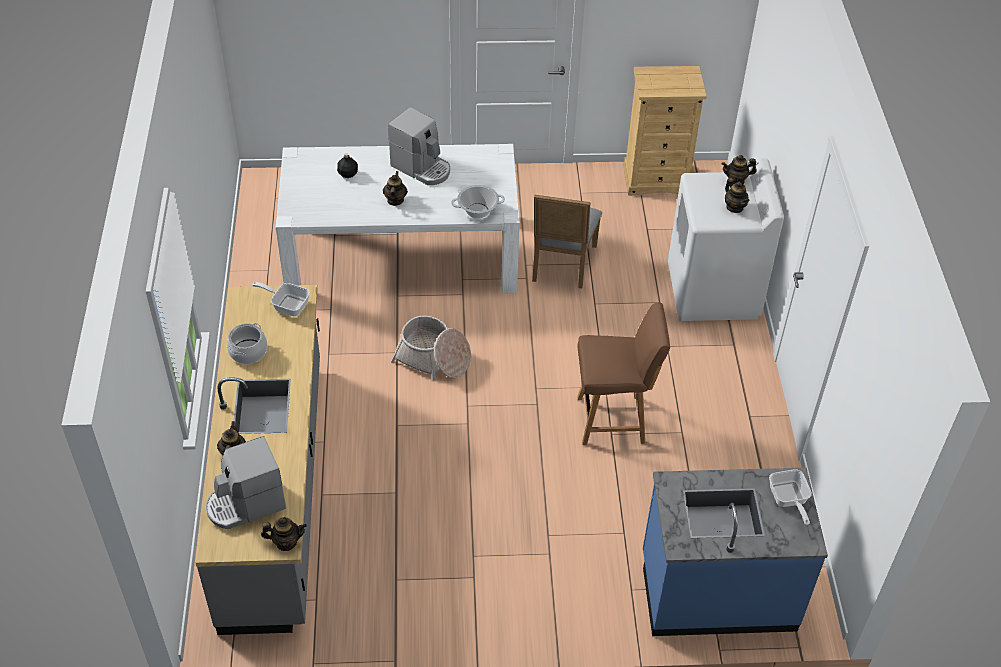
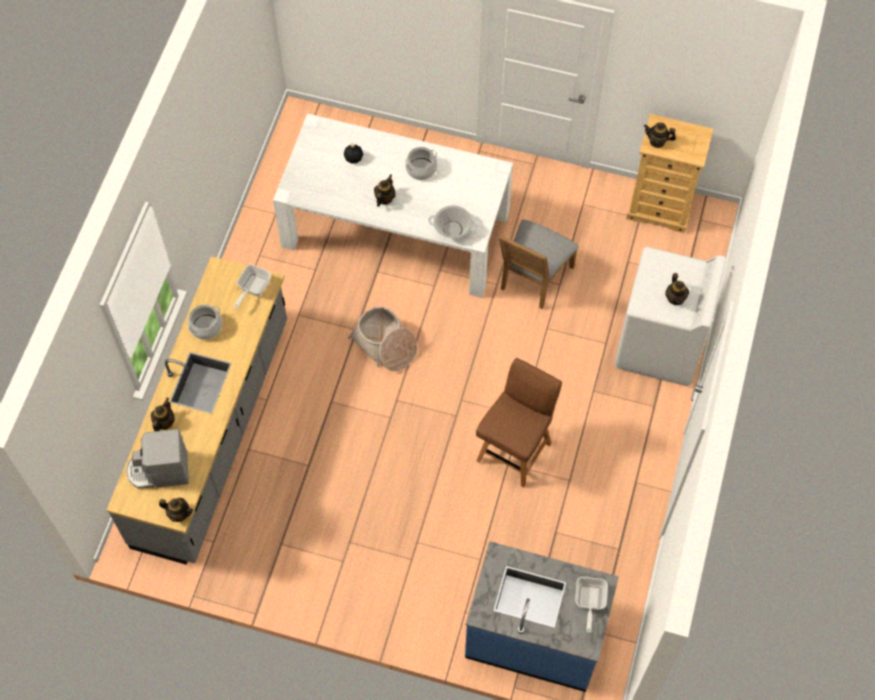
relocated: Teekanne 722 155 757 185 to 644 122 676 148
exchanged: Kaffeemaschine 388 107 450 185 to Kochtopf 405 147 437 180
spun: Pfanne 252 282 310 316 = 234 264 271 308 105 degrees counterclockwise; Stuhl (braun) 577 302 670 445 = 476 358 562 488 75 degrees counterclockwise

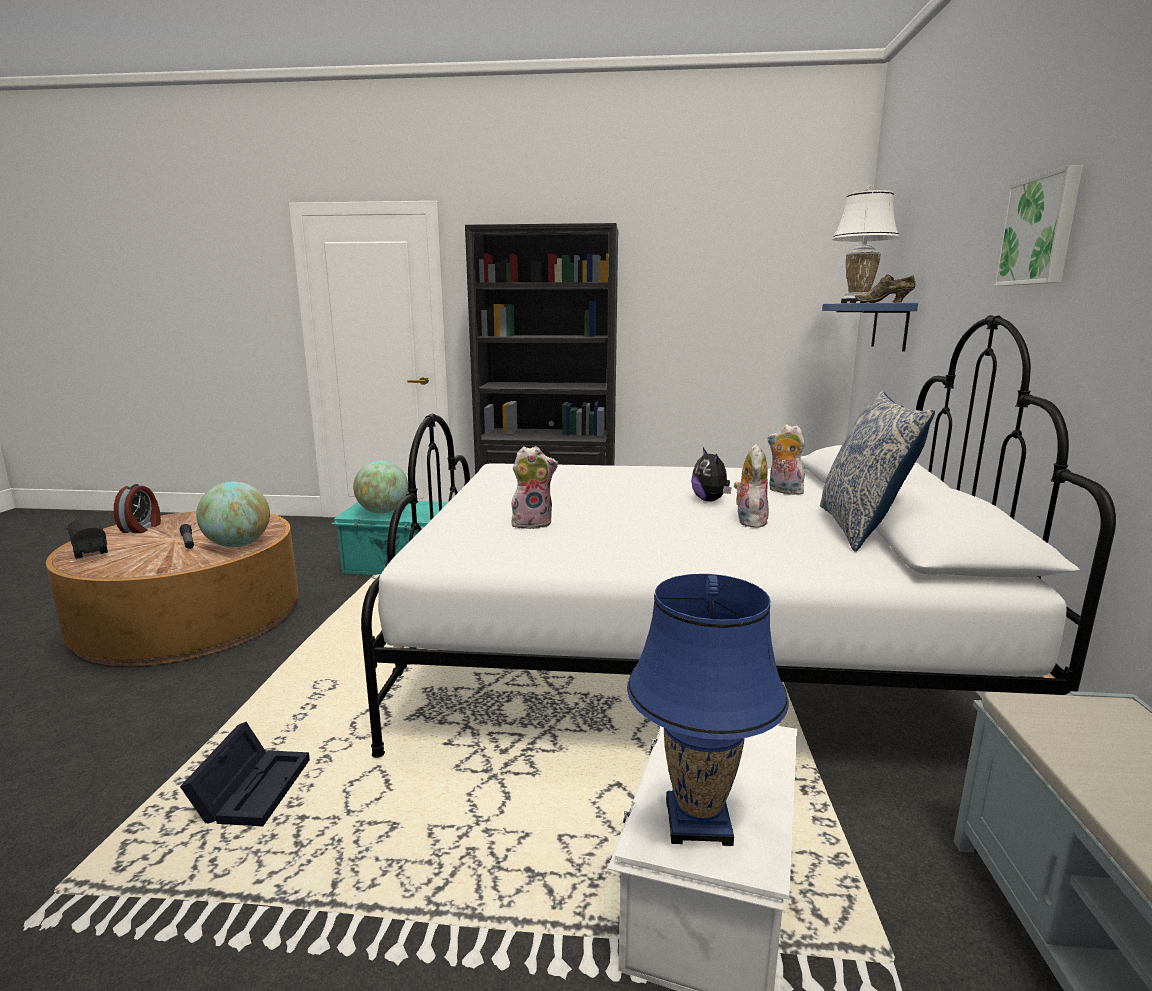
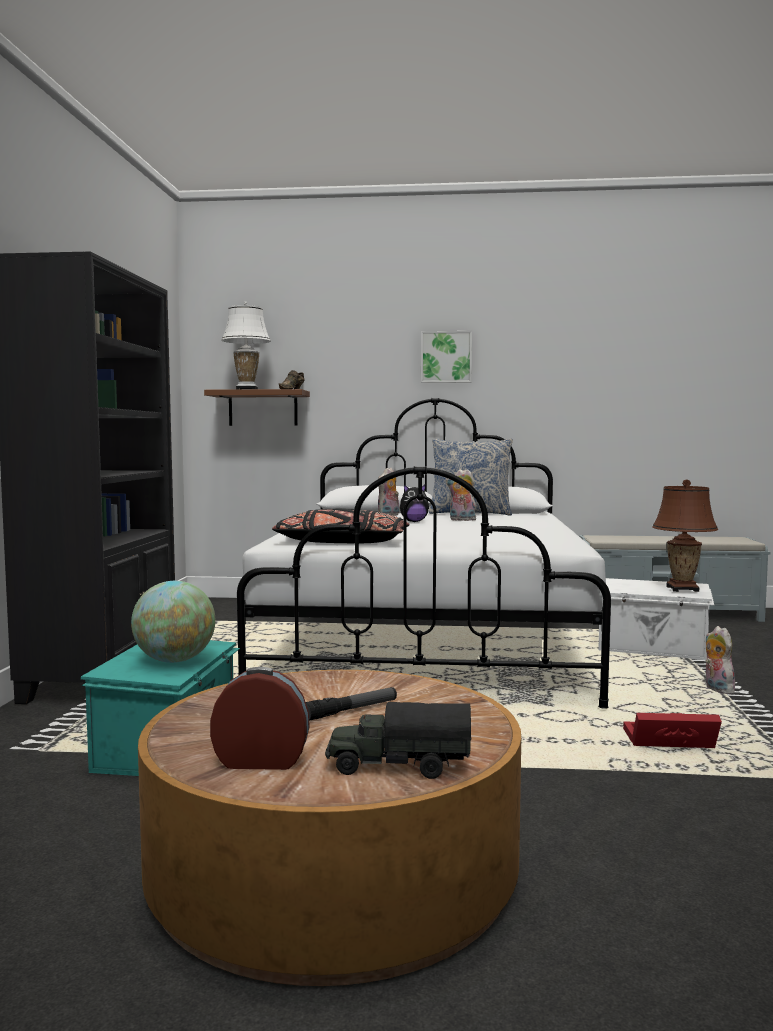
missing: Globus 196 482 270 547
appeared: Kissen (schwarz) 272 508 410 543
relocated: Plüschtier 511 446 558 530 to 705 626 735 694
colour: Aufbewahrungsbox (schwarz) 180 722 310 826 to Aufbewahrungsbox (rot) 623 713 722 748; Tischlampe (blau) 627 574 789 846 to Tischlampe (braun) 652 479 718 592; Wandregal (blau) 822 303 918 352 to Wandregal (braun) 204 389 310 426
spun: Spielzeuglaster 66 518 108 559 = 325 702 472 779 45 degrees clockwise

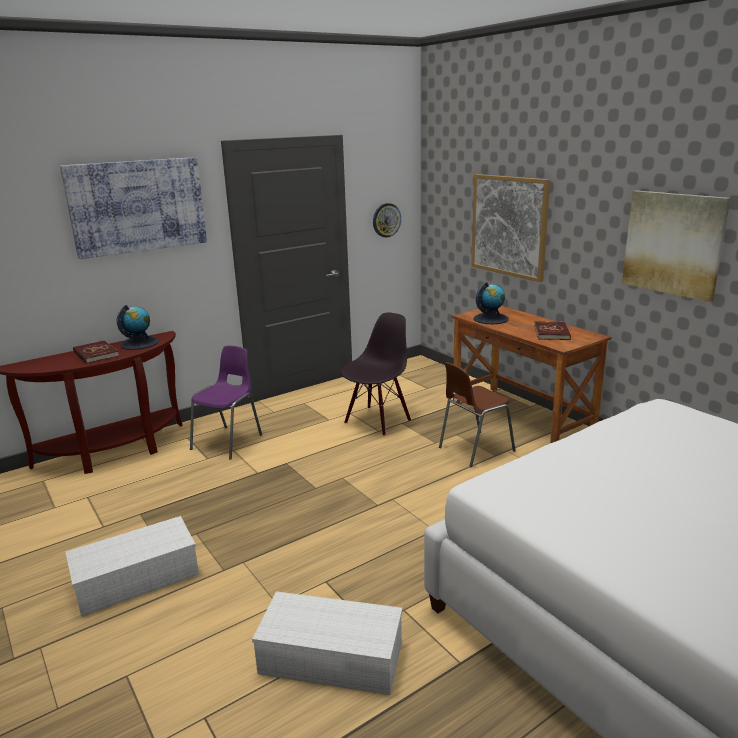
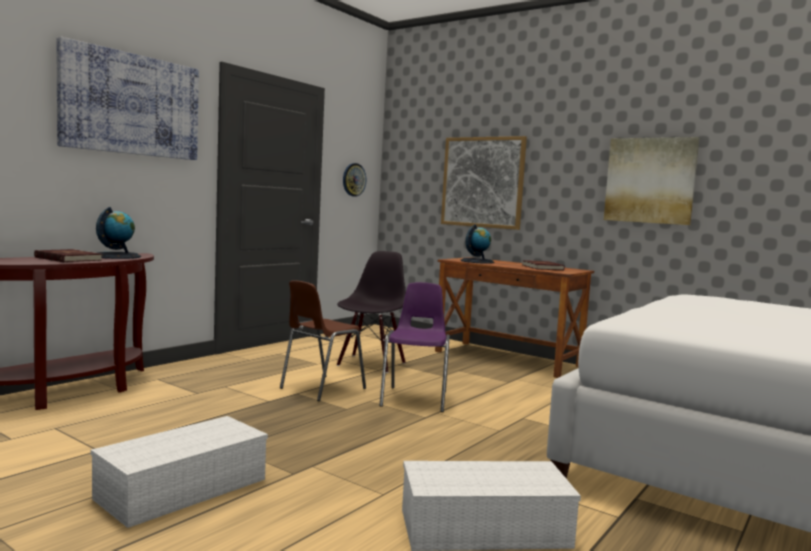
relocated: Stuhl (lila) 190 346 262 460 to 379 282 450 412; Stuhl (braun) 439 362 516 467 to 280 280 366 401

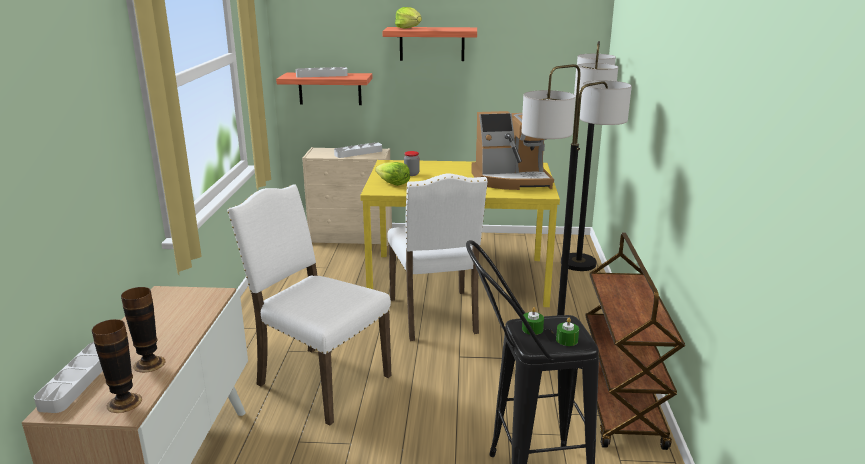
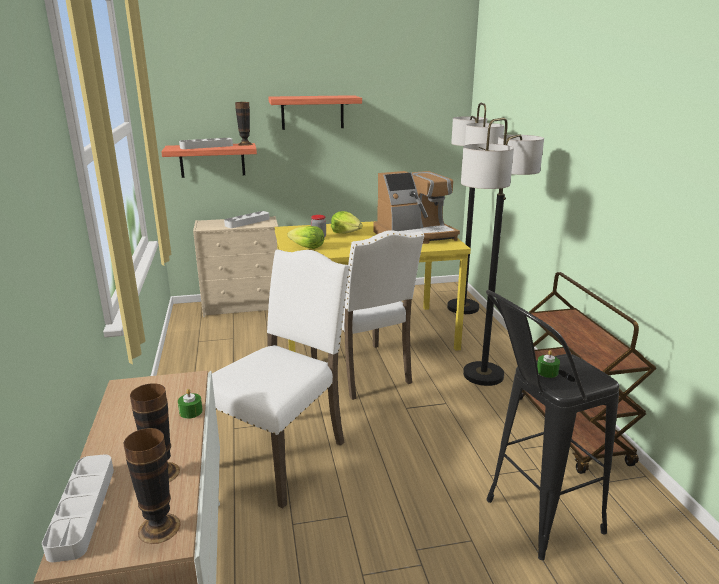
appeared: Vase 235 102 253 146
relocated: Salatkopf 395 7 422 29 to 331 211 362 234; Kerze (grün) 556 317 579 346 to 178 389 203 419
spun: Stuhl (weiß) 227 184 392 425 = 212 249 350 508 105 degrees clockwise

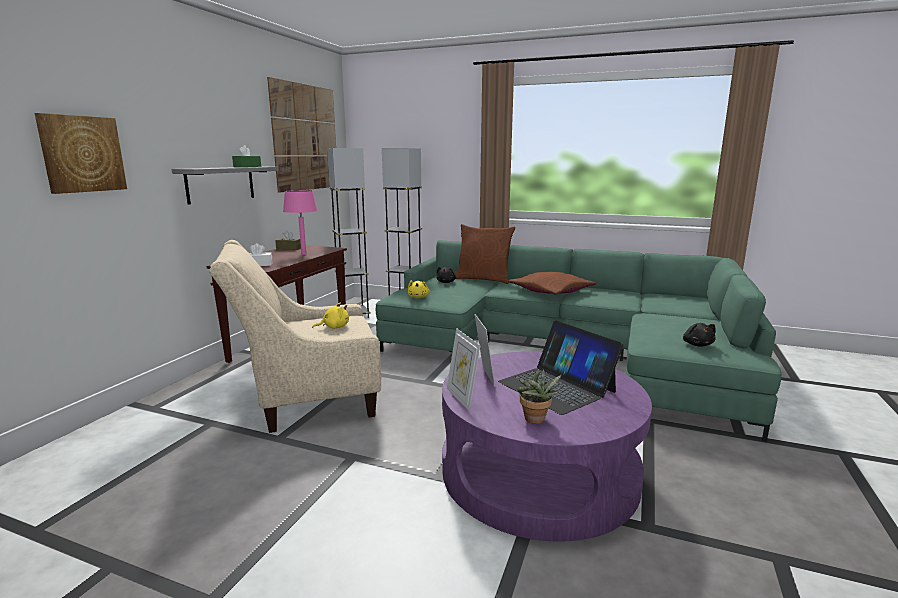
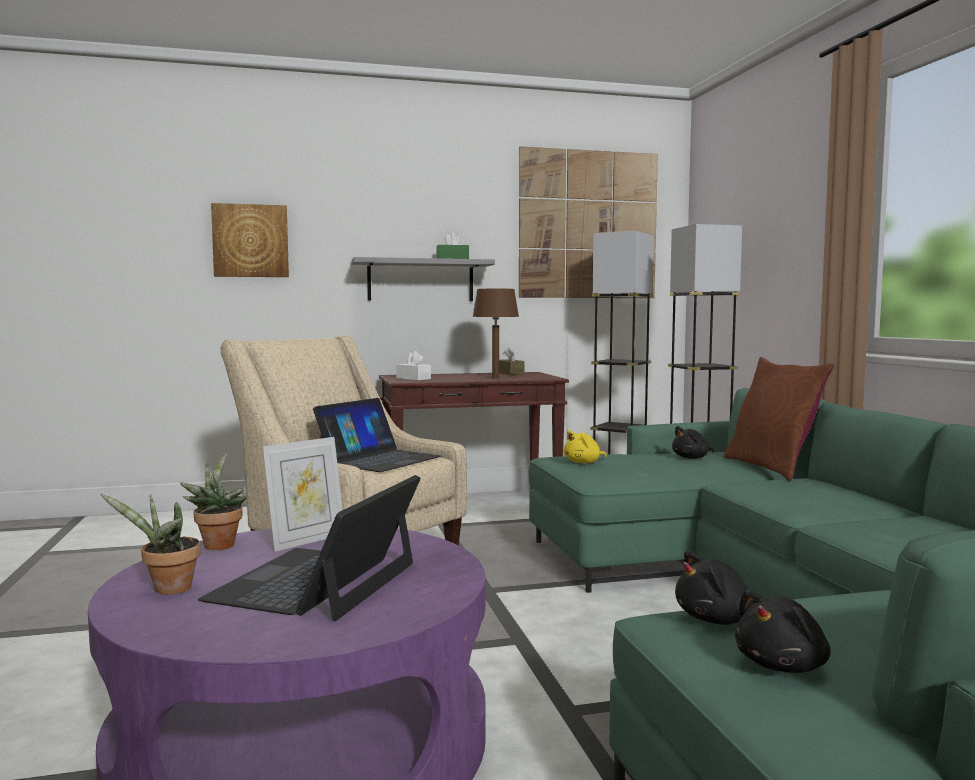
missing: Kissen (braun) 508 271 596 295
appeared: Plüschtier (schwarz) 675 550 765 625
exchanged: Plüschtier (gelb) 312 302 349 329 to Laptop 313 398 441 472; Bilderrahmen 447 328 481 411 to Topfpflanze 180 453 247 550
colour: Tischlampe (rosa) 283 190 318 255 to Tischlampe (braun) 472 289 519 378

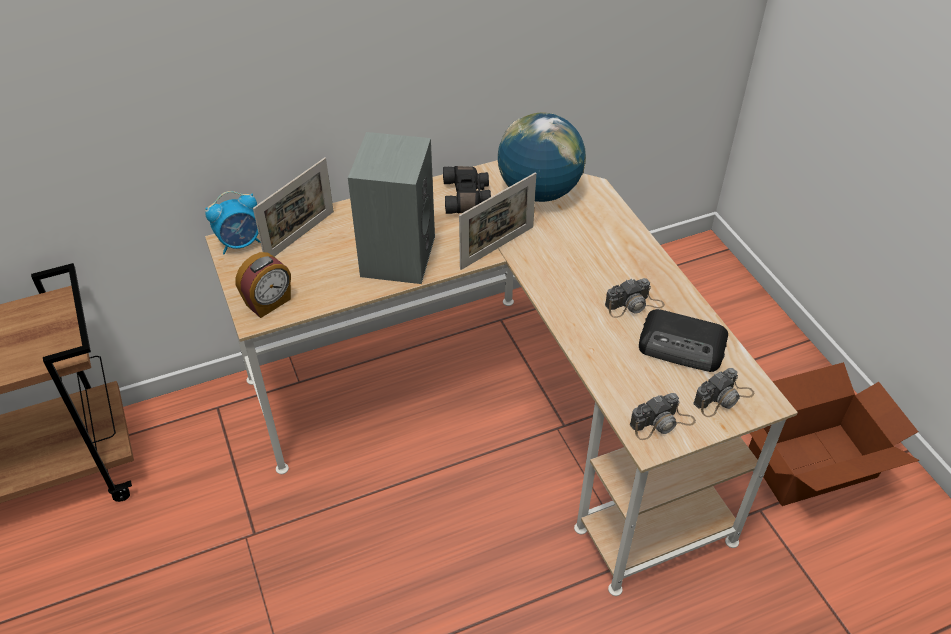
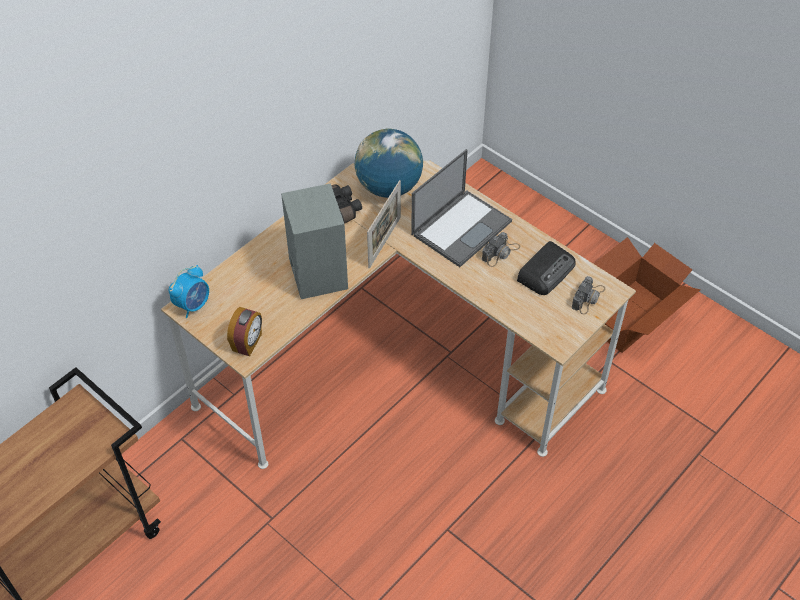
missing: Bilderrahmen 253 158 334 257; Kamera 630 393 696 440
appeared: Laptop 411 149 512 267
spun: Radio 639 309 728 372 = 517 241 576 295 45 degrees counterclockwise

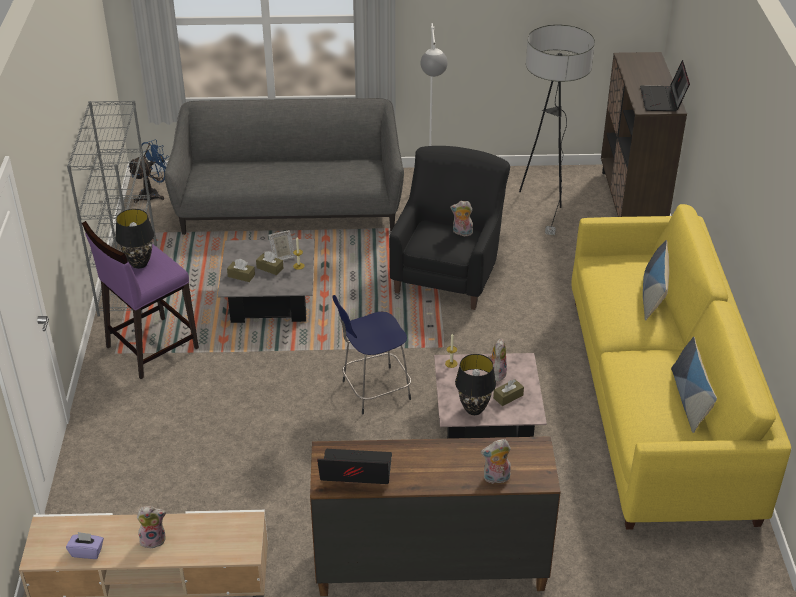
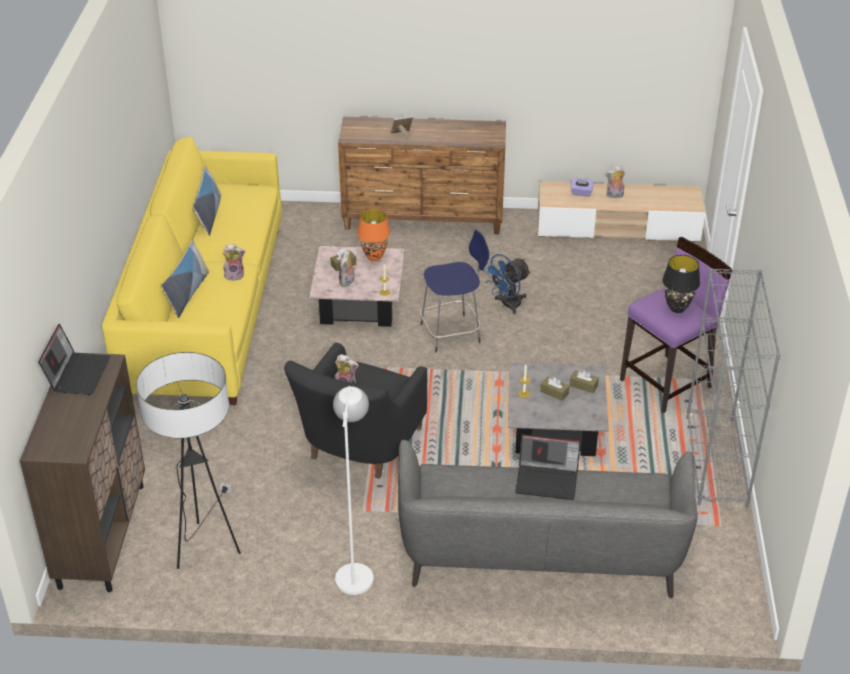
relocated: Taschentuchbox (lila) 66 532 104 559 to 571 178 594 197; Ventilator (blau) 129 140 170 203 to 483 254 531 314; Bilderrahmen 268 230 295 260 to 391 116 414 139; Laptop 317 449 392 484 to 515 434 581 500; Plüschtier 481 439 511 484 to 223 244 245 281
colour: Tischlampe (schwarz) 455 354 496 415 to Tischlampe (orange) 357 209 391 261

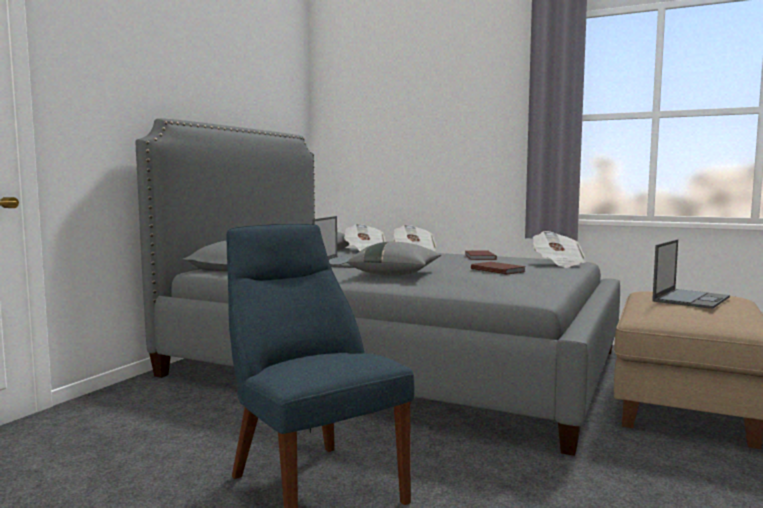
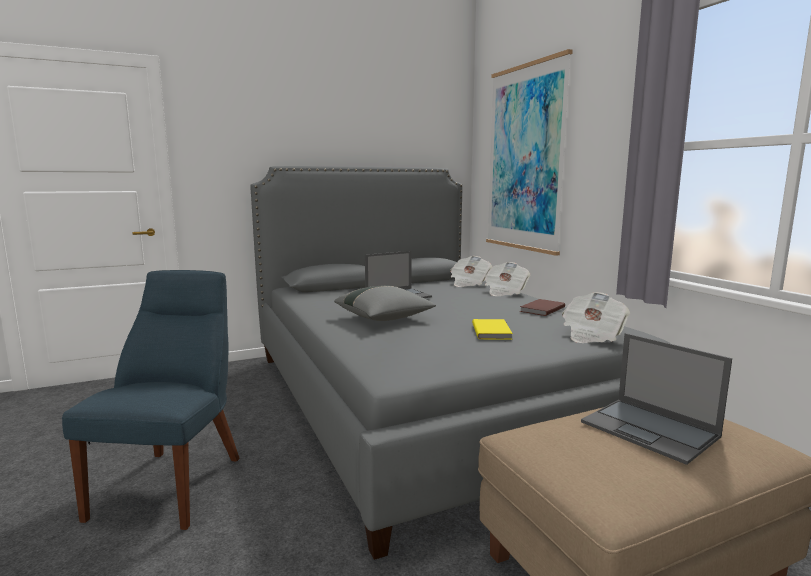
appeared: Bild 486 49 573 256
colour: Buch (braun) 471 262 526 275 to Buch (gelb) 472 319 513 340
spun: Laptop 652 239 730 309 = 581 333 732 465 60 degrees clockwise

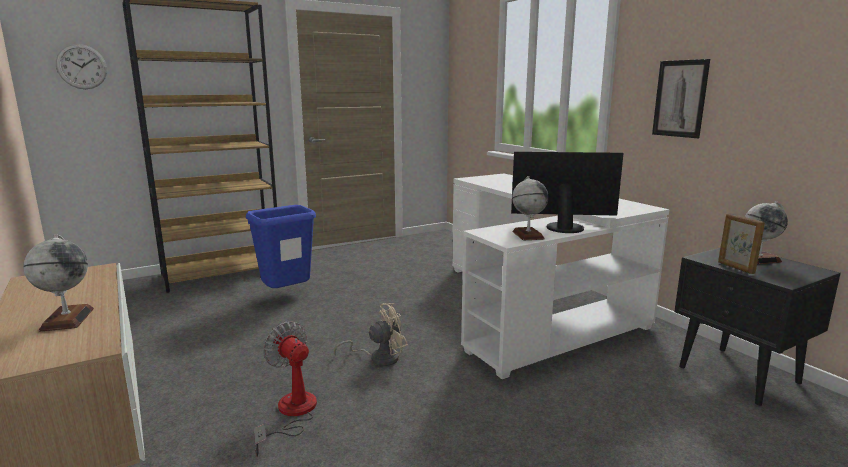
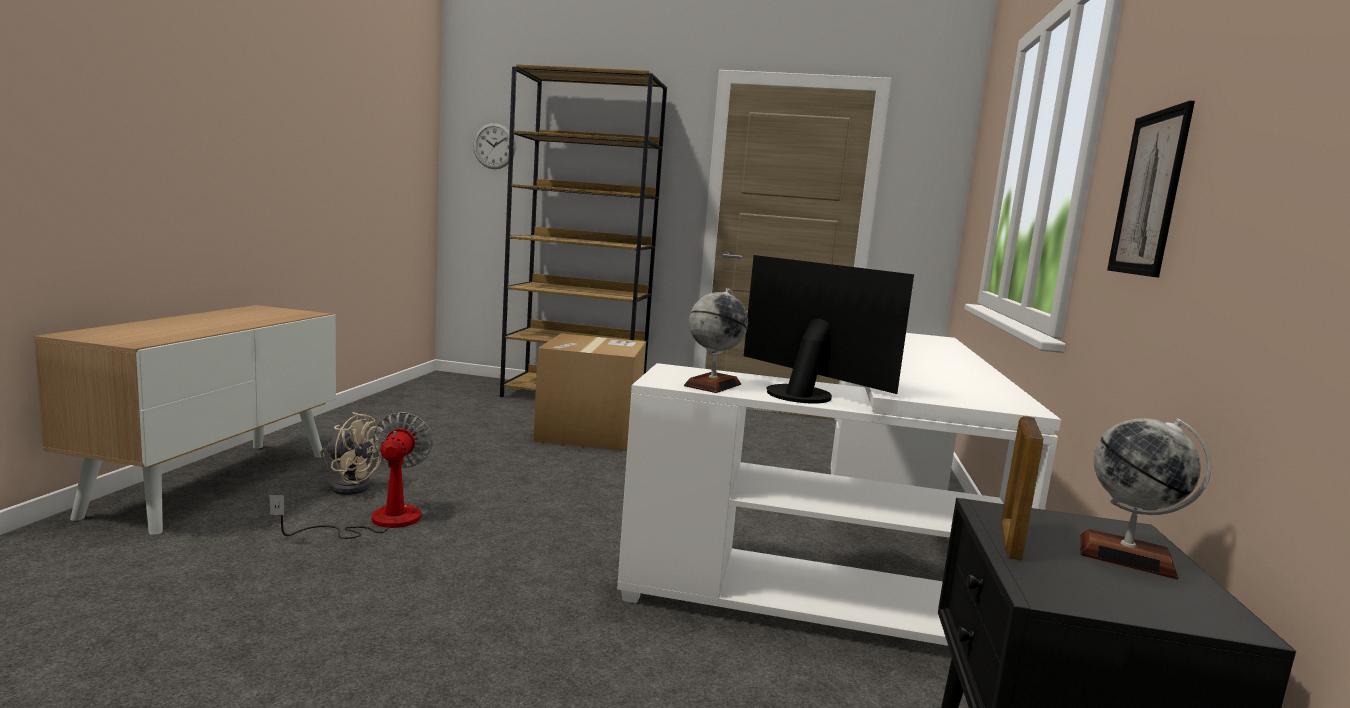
missing: Globus 23 234 94 332
relocated: Ventilator (beige) 334 303 408 366 to 321 412 383 495
exchanged: Mülleimer (blau) 246 205 316 288 to Karton 533 333 646 451

